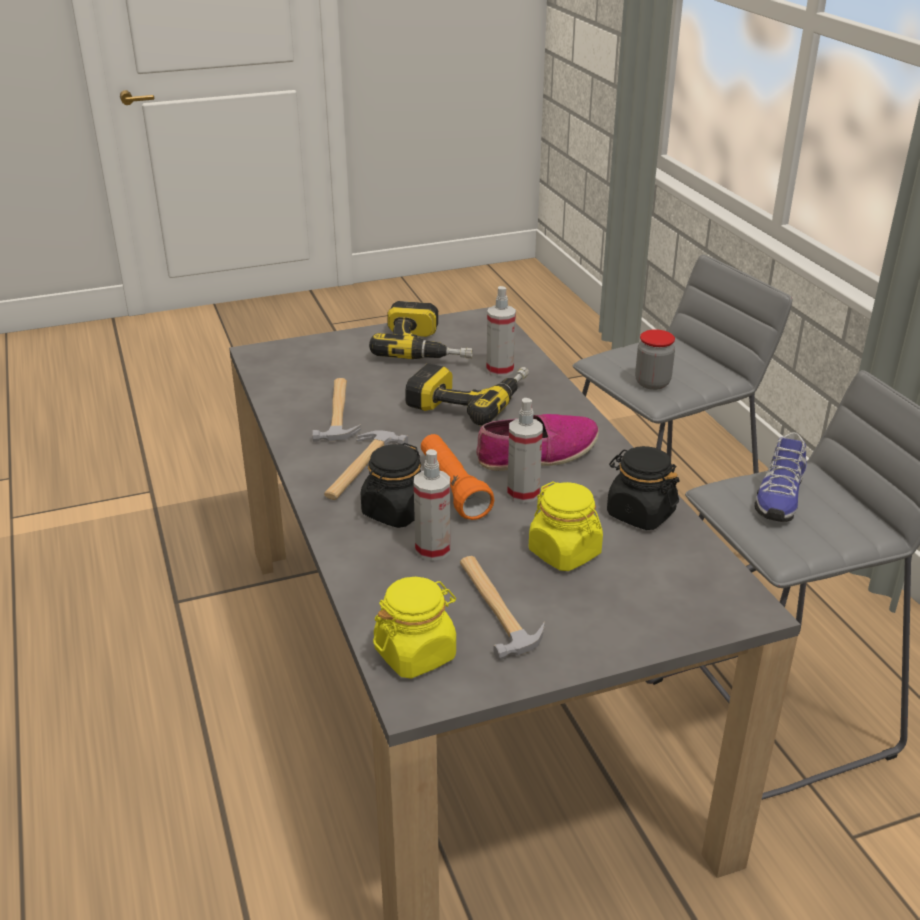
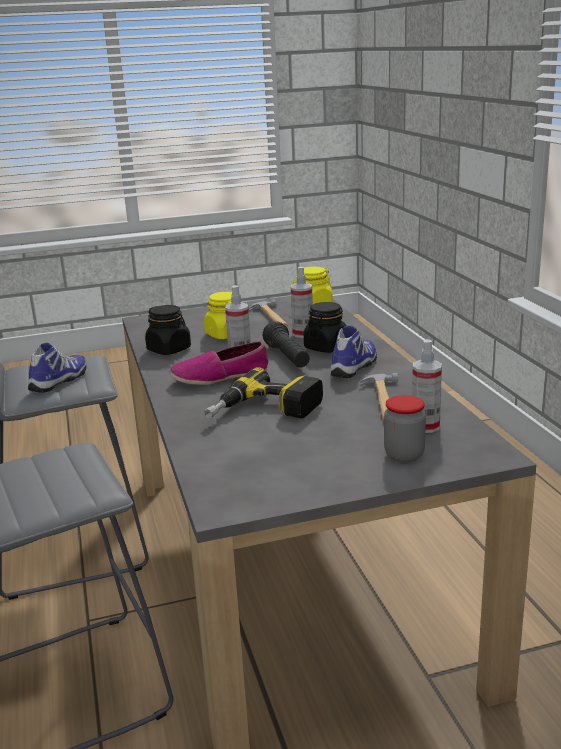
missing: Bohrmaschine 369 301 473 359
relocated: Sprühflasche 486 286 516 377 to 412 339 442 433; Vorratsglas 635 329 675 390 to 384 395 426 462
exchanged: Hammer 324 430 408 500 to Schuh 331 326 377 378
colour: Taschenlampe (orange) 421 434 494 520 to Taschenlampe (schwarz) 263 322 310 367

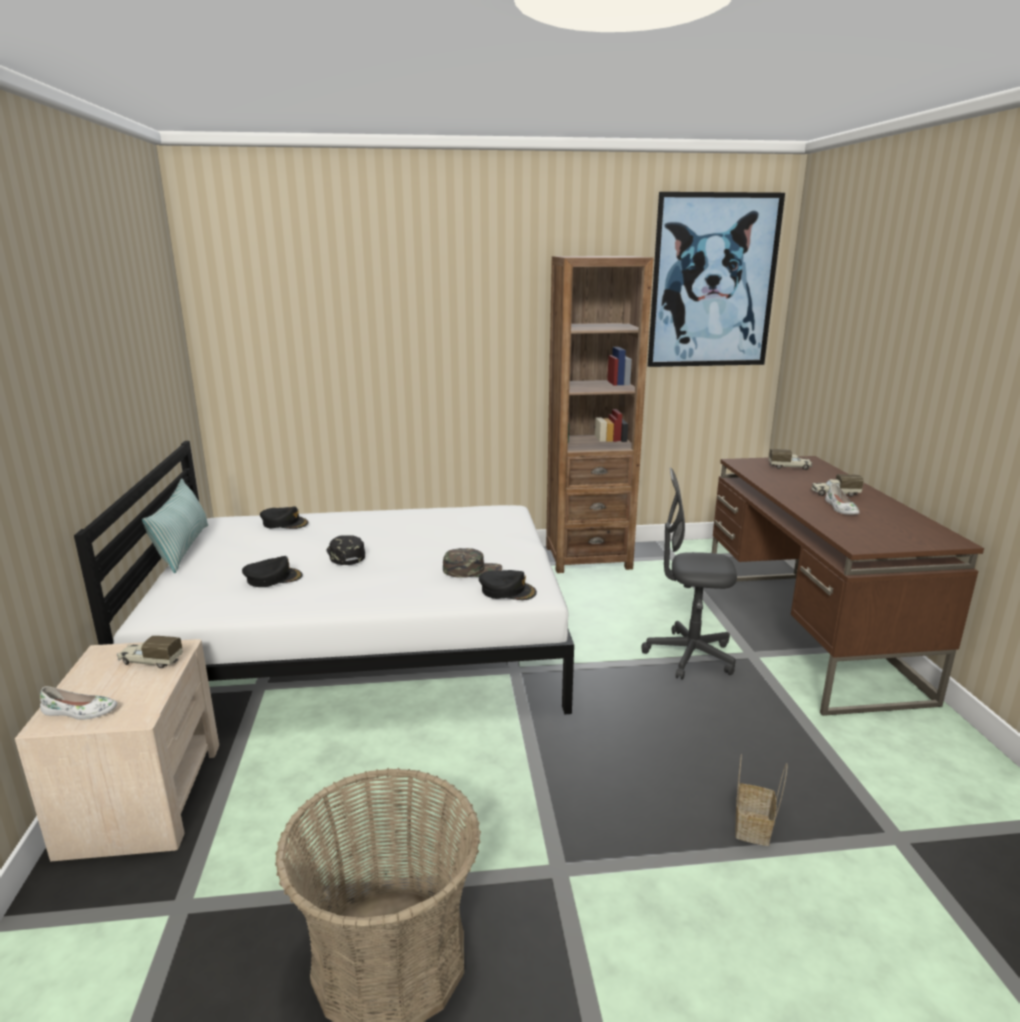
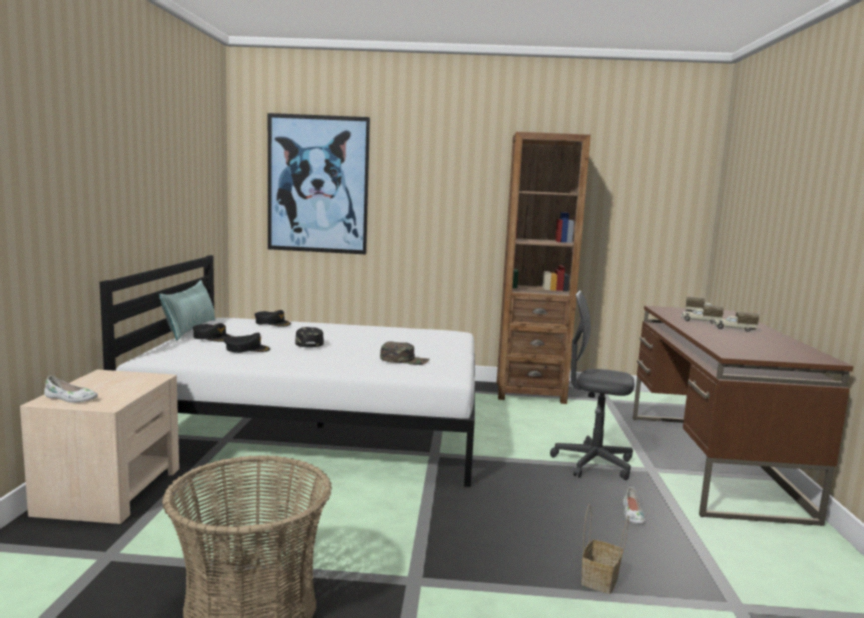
relocated: Spielzeuglaster 117 636 183 668 to 681 305 723 324; Kappe (schwarz) 479 570 537 600 to 193 323 230 342; Bild 648 192 785 367 to 268 113 370 254; Schuh (weiß) 825 483 859 515 to 623 487 645 525

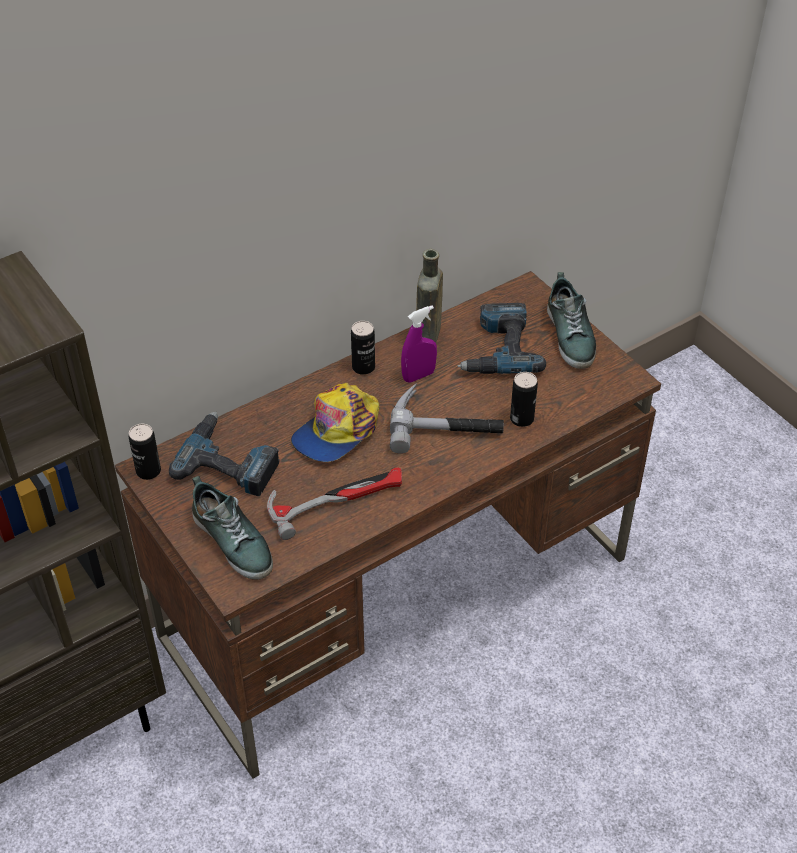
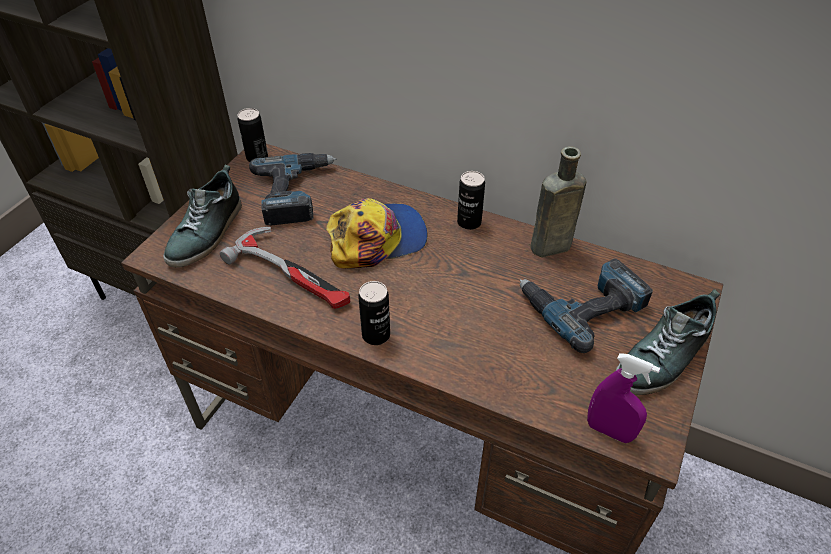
missing: Hammer 390 384 504 454
relocated: Sprühflasche (lila) 401 305 437 383 to 587 353 660 443; Dose 510 372 538 427 to 358 281 390 345
spun: Kappe 291 383 379 462 = 326 198 428 268 150 degrees clockwise

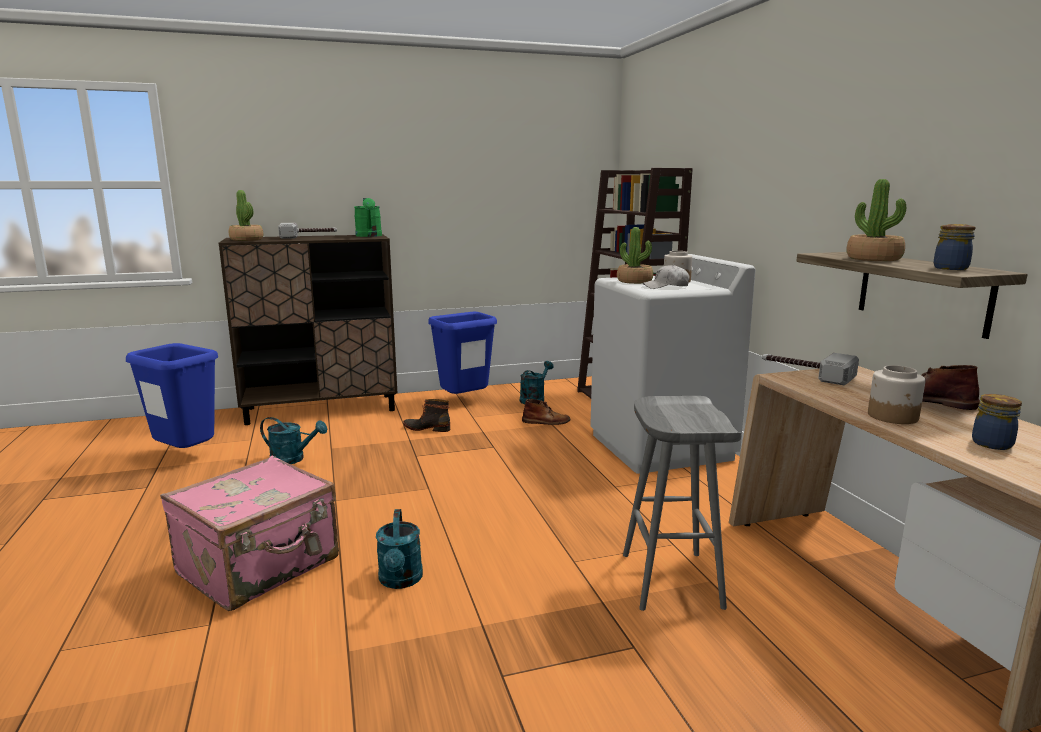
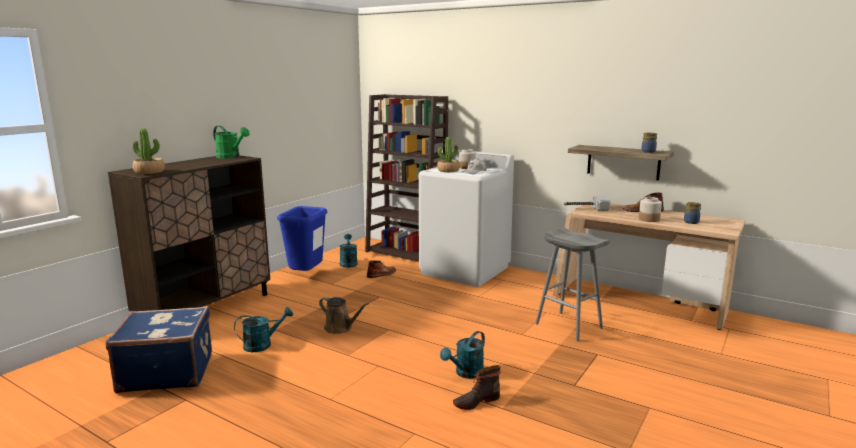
missing: Koffer (rosa) 160 456 339 611; Hammer 278 223 337 239; Topfpflanze 847 179 906 261
appeared: Gießkanne (braun) 319 297 369 334
relocated: Stiefel 403 399 450 432 to 453 365 501 410
exchanged: Mülleimer (blau) 126 343 218 448 to Koffer (blau) 106 306 212 393
spun: Gießkanne (türkis) 376 509 423 589 = 440 331 485 379 90 degrees clockwise

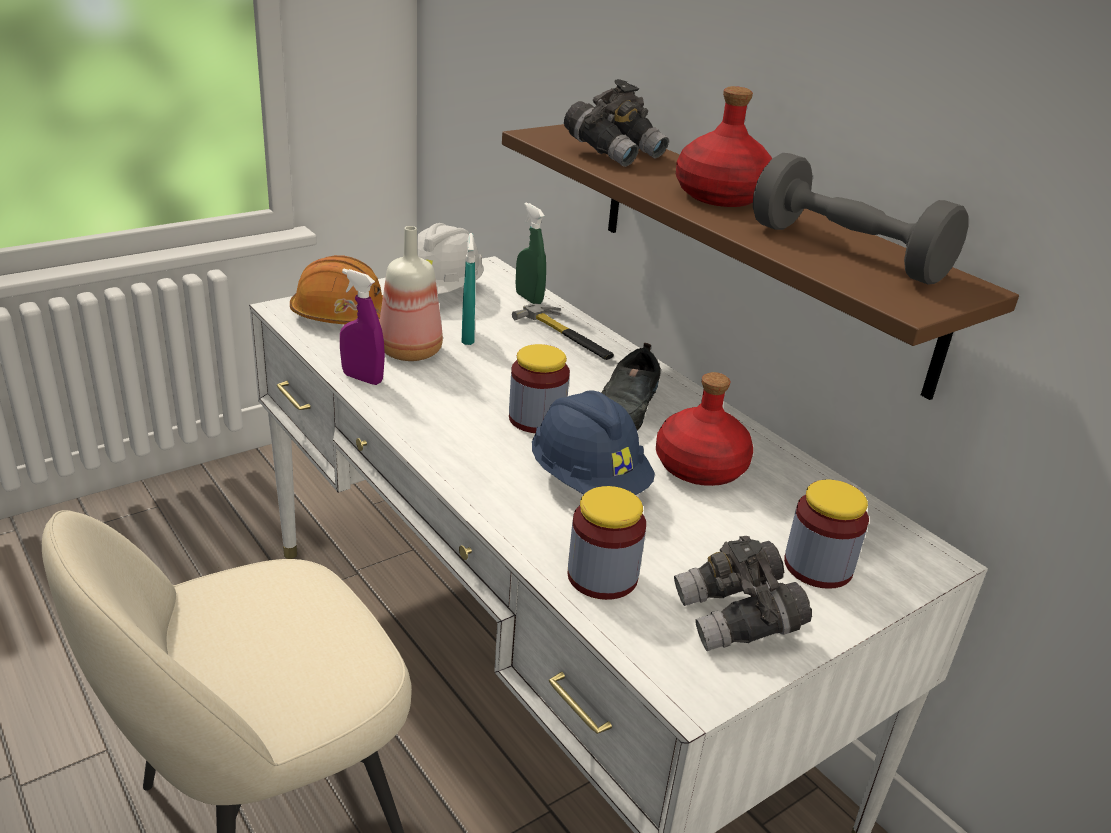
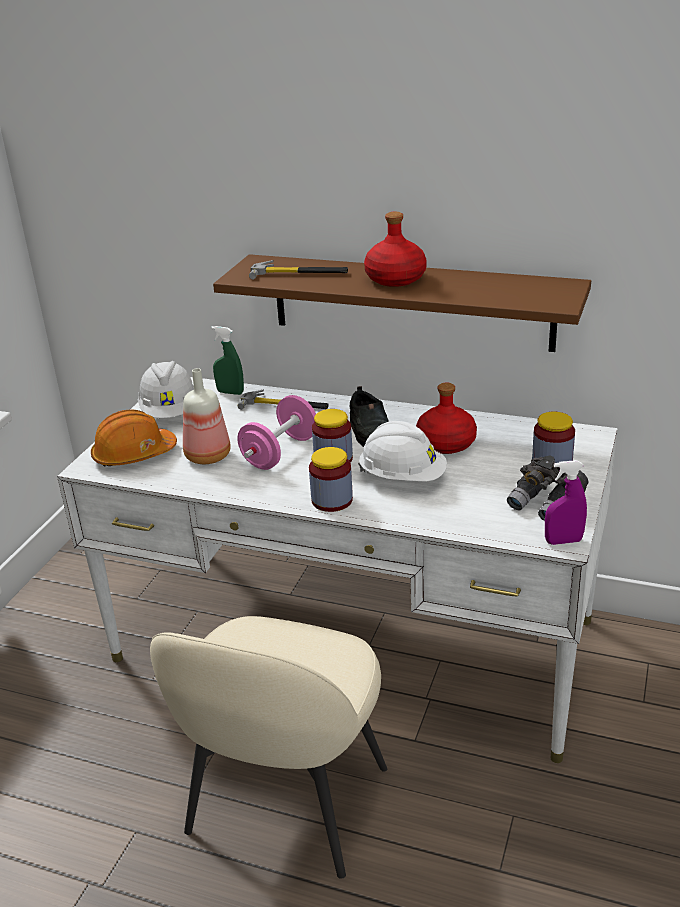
missing: Sprühflasche (türkis) 462 233 475 345; Hantel (grau) 753 153 969 285
appeared: Hantel (rosa) 237 395 316 470
relocated: Sprühflasche (lila) 340 269 385 385 to 545 460 587 545; Vorratsglas 567 486 646 600 to 309 447 353 512
exchanged: Fernglas (grau) 564 79 669 167 to Hammer 249 260 348 280
colour: Schutzhelm (blau) 532 390 655 495 to Schutzhelm (weiß) 358 421 447 482

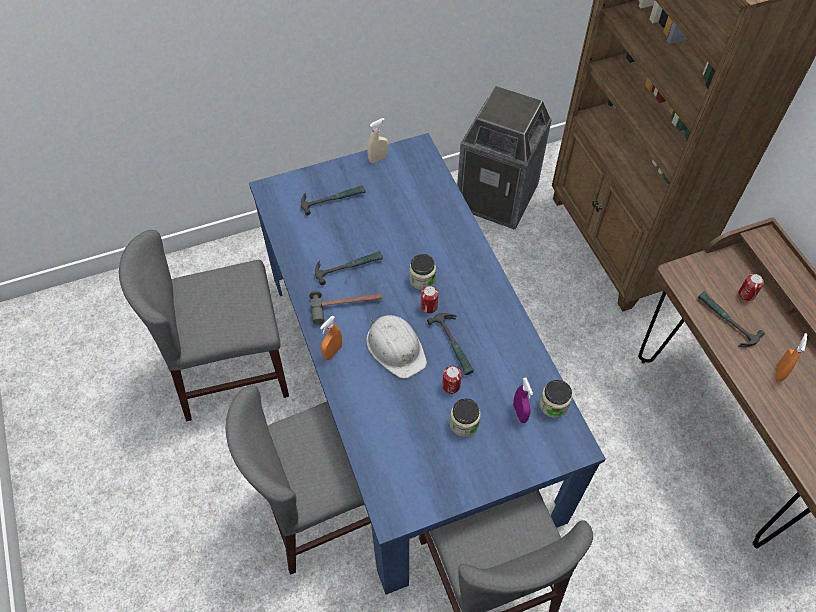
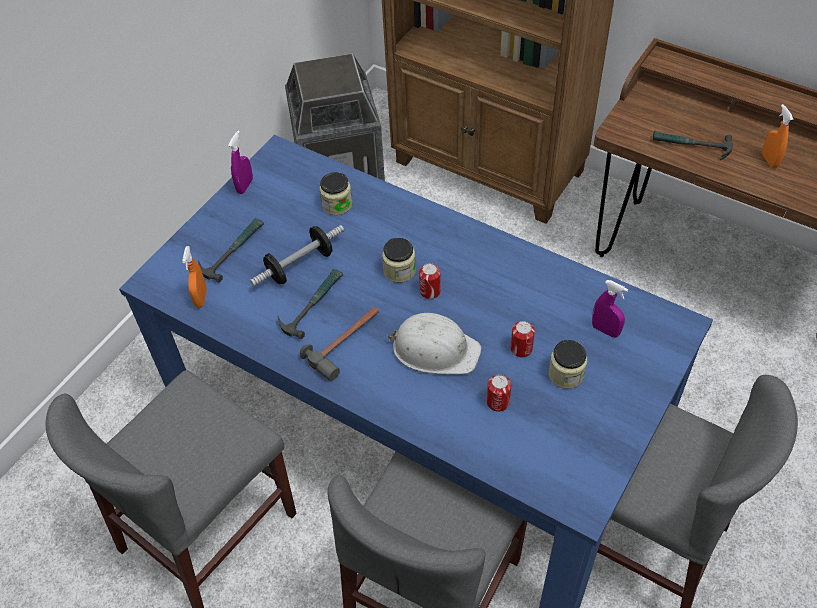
missing: Hammer 427 313 474 375
appeared: Hantel 250 225 344 286
relocated: Sprühflasche (orange) 320 316 342 360 to 182 246 207 308; Vorratsglas 539 380 572 418 to 320 172 352 215; Dose 738 274 764 301 to 487 375 511 412
colour: Sprühflasche (beige) 367 118 388 163 to Sprühflasche (lila) 228 130 253 194

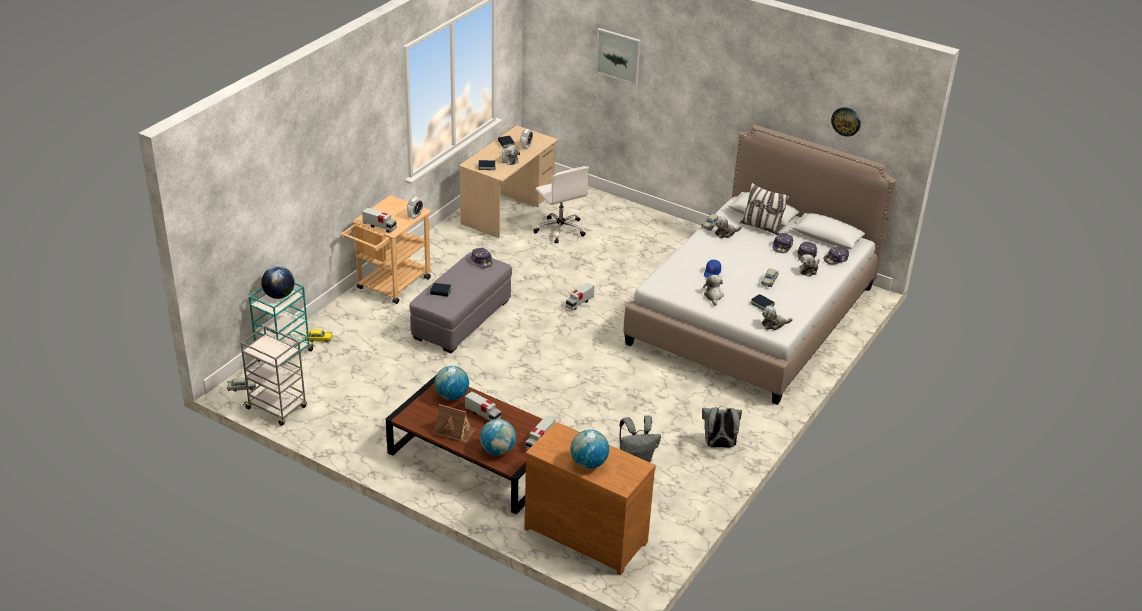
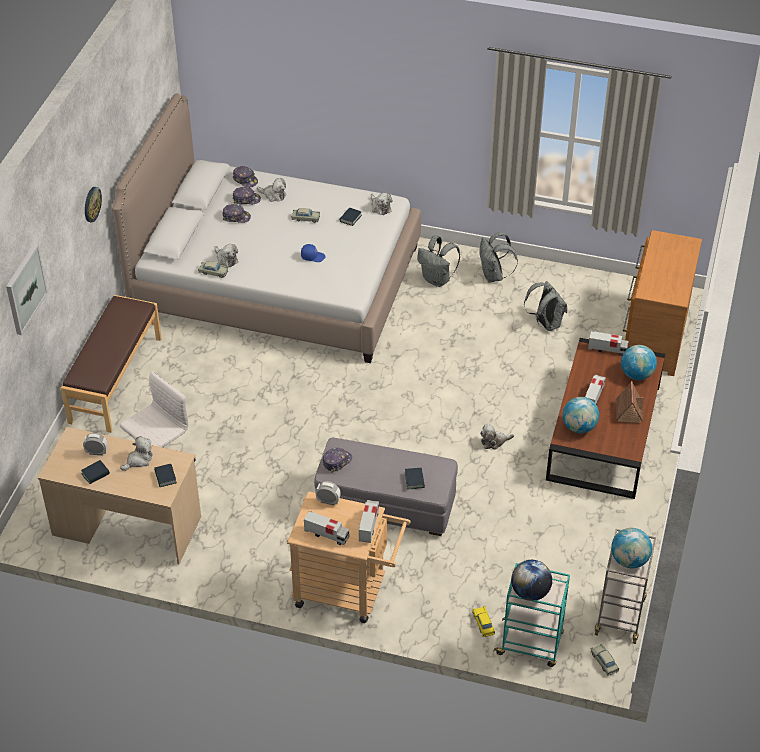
missing: Kissen 740 183 790 235
appeared: Bank (braun) 61 295 162 433; Rucksack (grau) 417 235 460 287
relocated: Spielzeuglaster 566 283 594 311 to 304 511 350 545; Globus 570 430 609 469 to 611 528 652 568; Plüschtier 703 275 724 306 to 480 424 514 450; Wanduhr 831 107 861 137 to 85 187 102 223

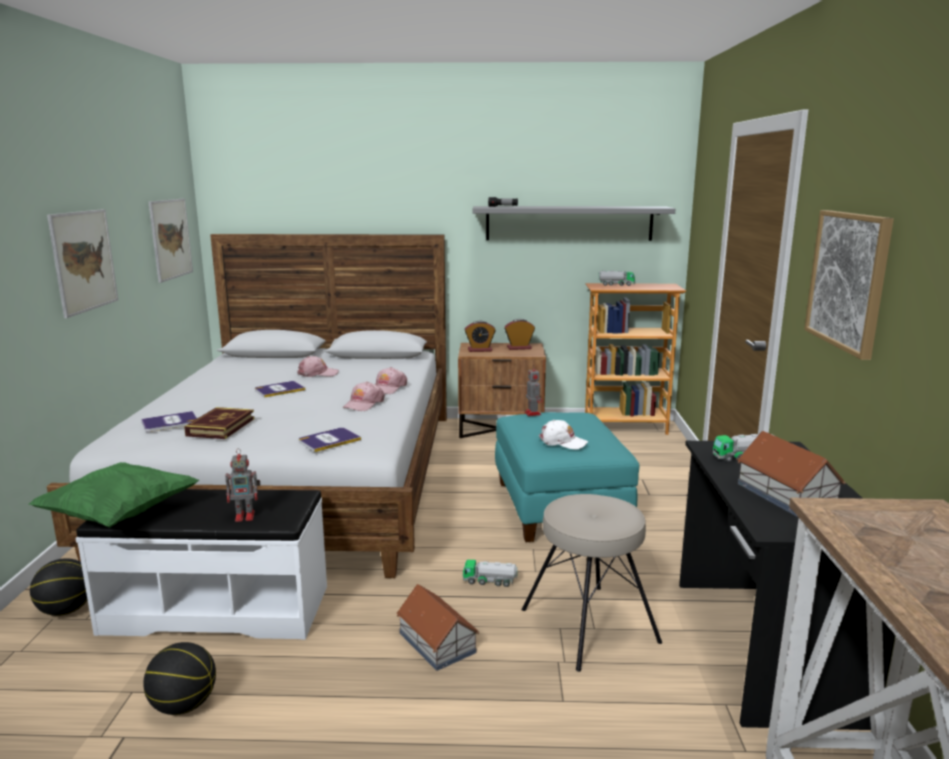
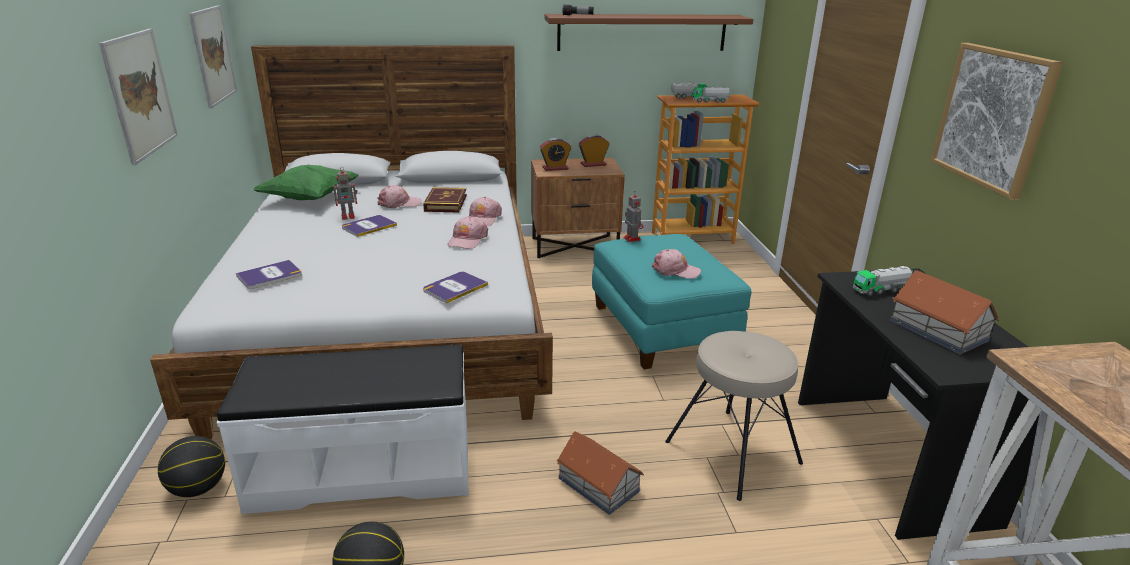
relocated: Kissen (grün) 29 462 199 528 to 253 165 358 200; Buch 184 407 254 439 to 423 187 467 212; Spielzeugroboter 225 448 260 522 to 333 166 358 220; Spielzeuglaster 463 560 518 587 to 692 87 731 103
colour: Wandregal (grau) 473 206 675 241 to Wandregal (braun) 544 14 754 51; Kappe (weiß) 539 420 588 450 to Kappe (rosa) 652 249 701 279

